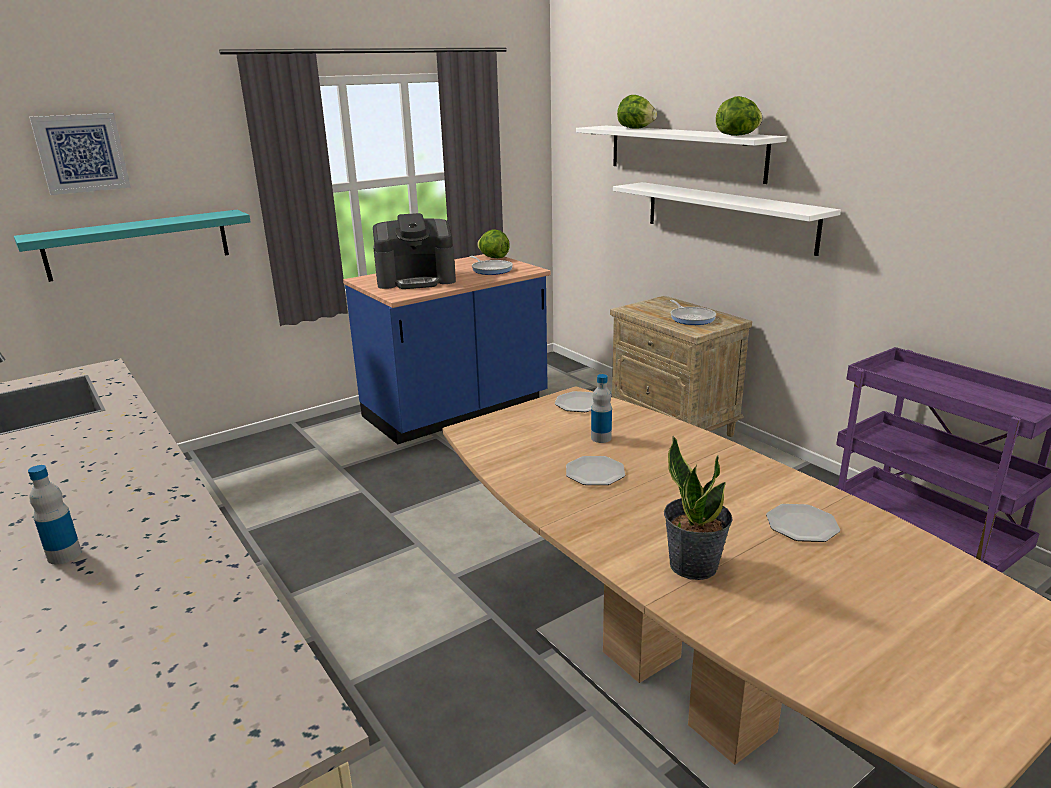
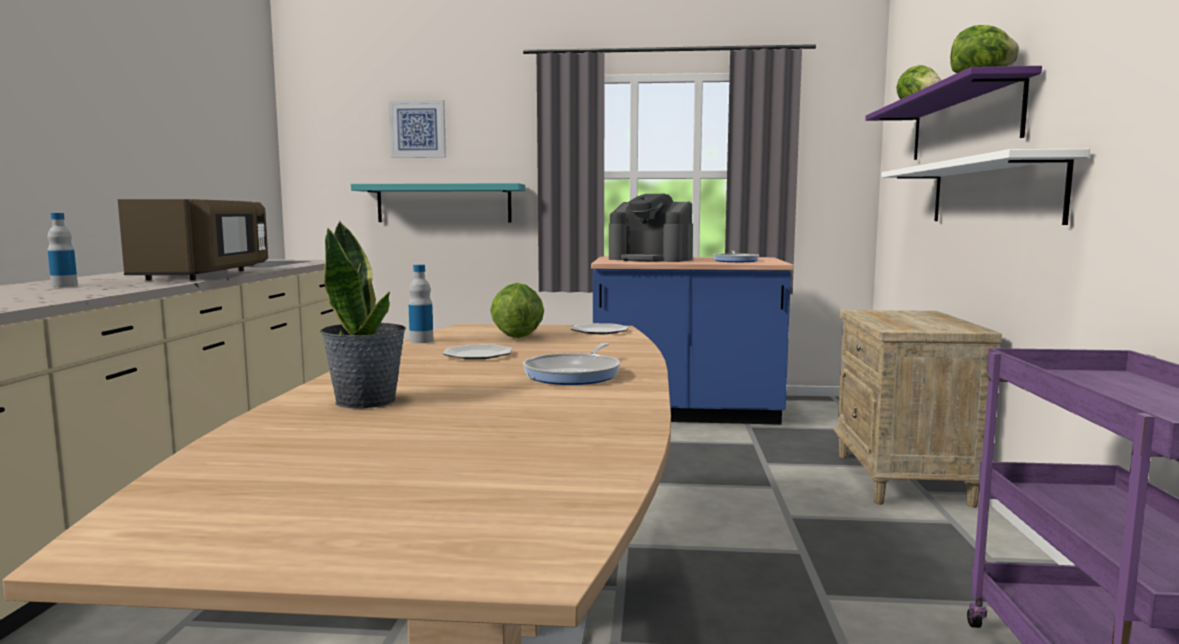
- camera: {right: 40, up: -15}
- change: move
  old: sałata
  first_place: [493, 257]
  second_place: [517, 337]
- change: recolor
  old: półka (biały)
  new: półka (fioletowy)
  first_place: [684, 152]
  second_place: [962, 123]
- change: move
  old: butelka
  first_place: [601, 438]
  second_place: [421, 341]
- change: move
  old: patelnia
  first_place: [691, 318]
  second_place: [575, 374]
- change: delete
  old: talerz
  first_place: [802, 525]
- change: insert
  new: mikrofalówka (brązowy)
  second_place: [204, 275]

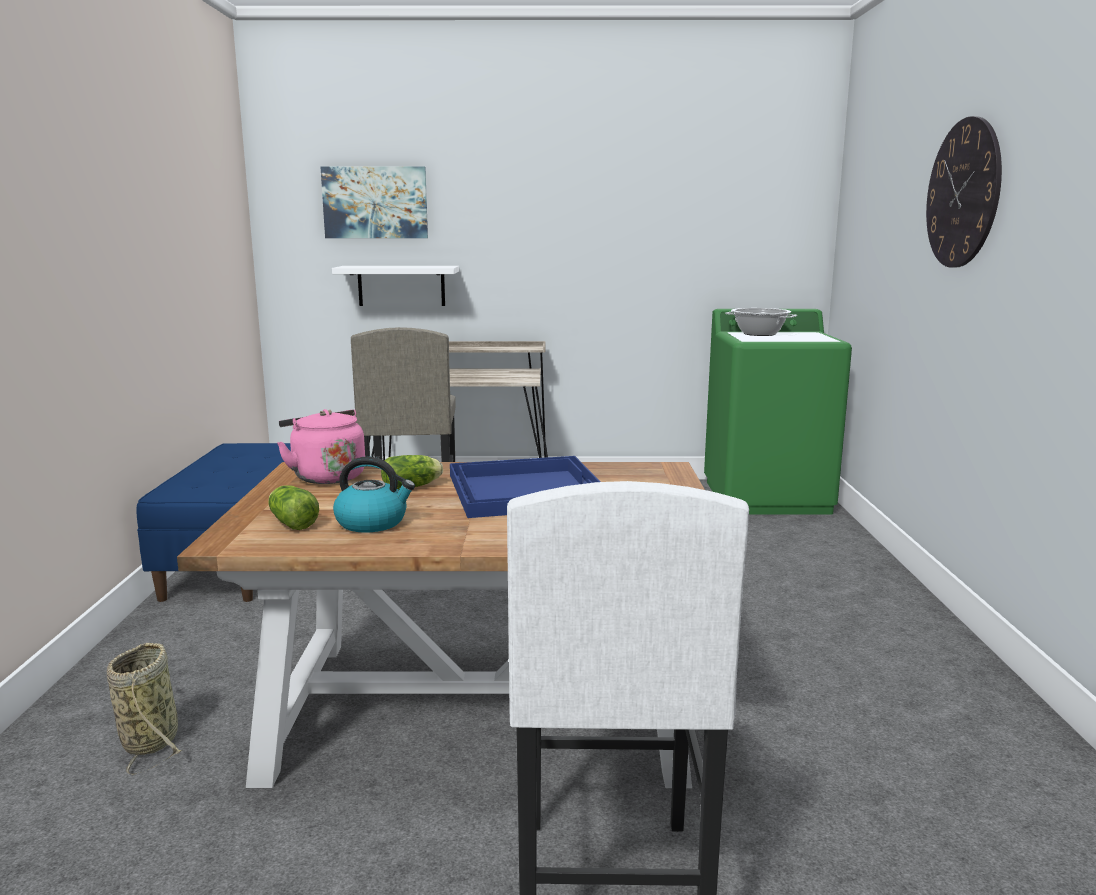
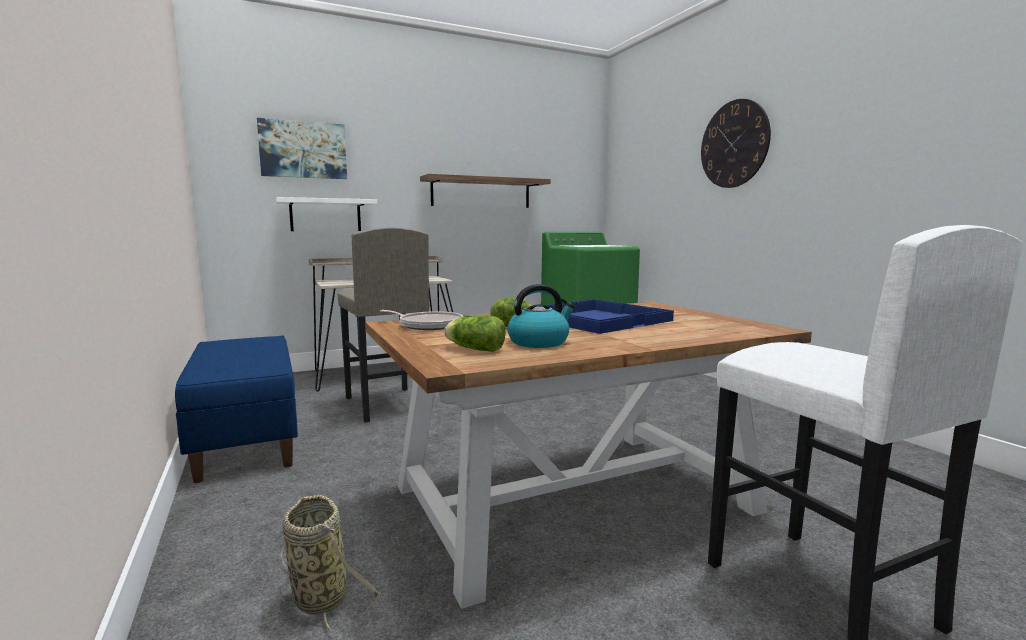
- camera: {right: -25, up: -5}
- change: replace
  old: czajnik (różowy)
  new: patelnia
  first_place: [326, 476]
  second_place: [428, 325]
- change: delete
  old: garnek
  first_place: [759, 334]
- change: insert
  new: półka
  second_place: [481, 193]

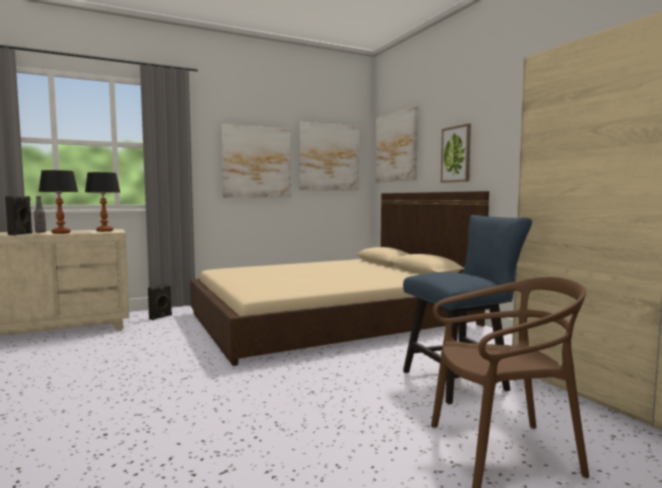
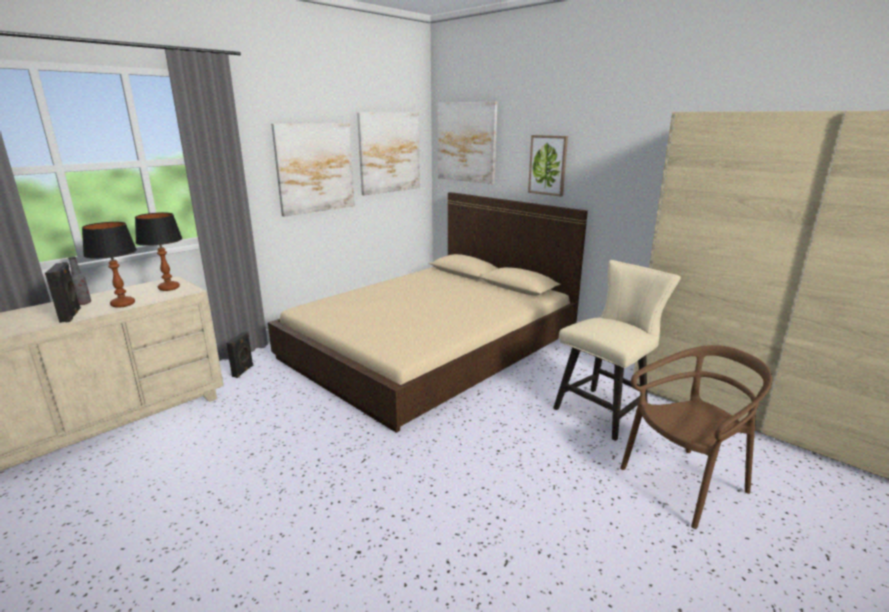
- camera: {right: -20, up: 15}
- change: recolor
  old: krzesło (niebieski)
  new: krzesło (beżowy)
  first_place: [461, 380]
  second_place: [605, 410]

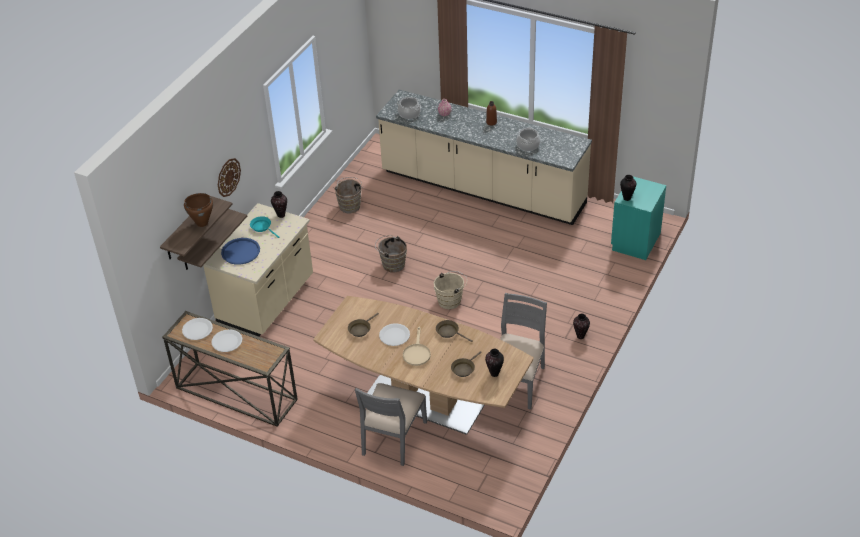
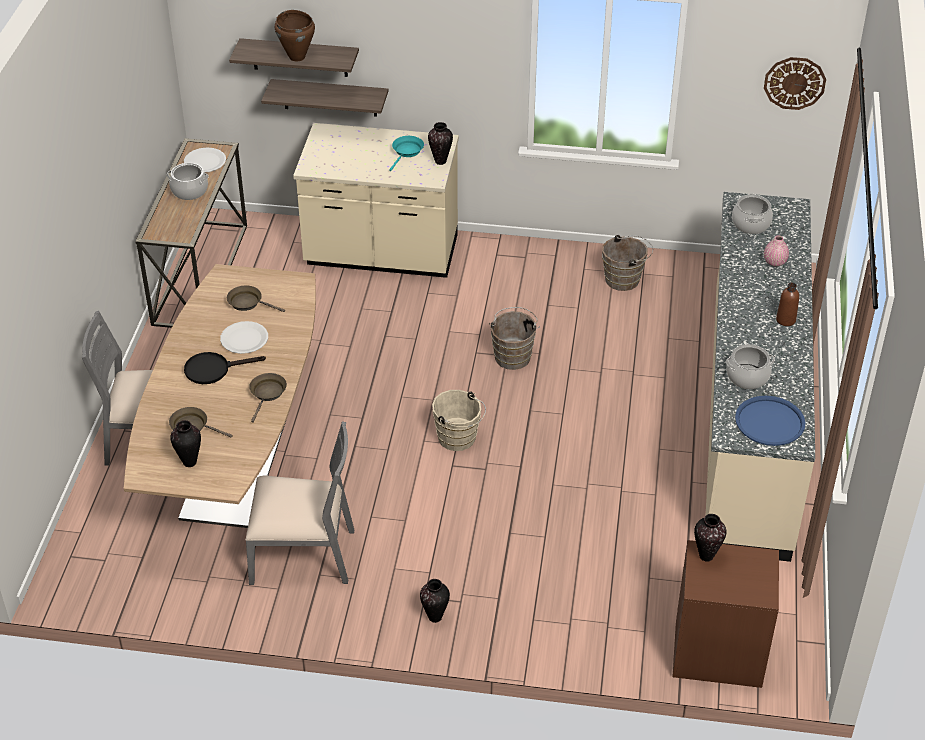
- camera: {right: 70, up: 0}
- change: replace
  old: talerz (biały)
  new: garnek
  first_place: [227, 341]
  second_place: [189, 191]
- change: move
  old: zegar ścienny
  first_place: [228, 177]
  second_place: [794, 83]
- change: move
  old: taca (niebieski)
  first_place: [241, 252]
  second_place: [769, 422]
- change: recolor
  old: patelnia (beżowy)
  new: patelnia (czarny)
  first_place: [416, 353]
  second_place: [213, 369]
- change: recolor
  old: szafka nocna (turkusowy)
  new: szafka nocna (brązowy)
  first_place: [635, 241]
  second_place: [718, 652]

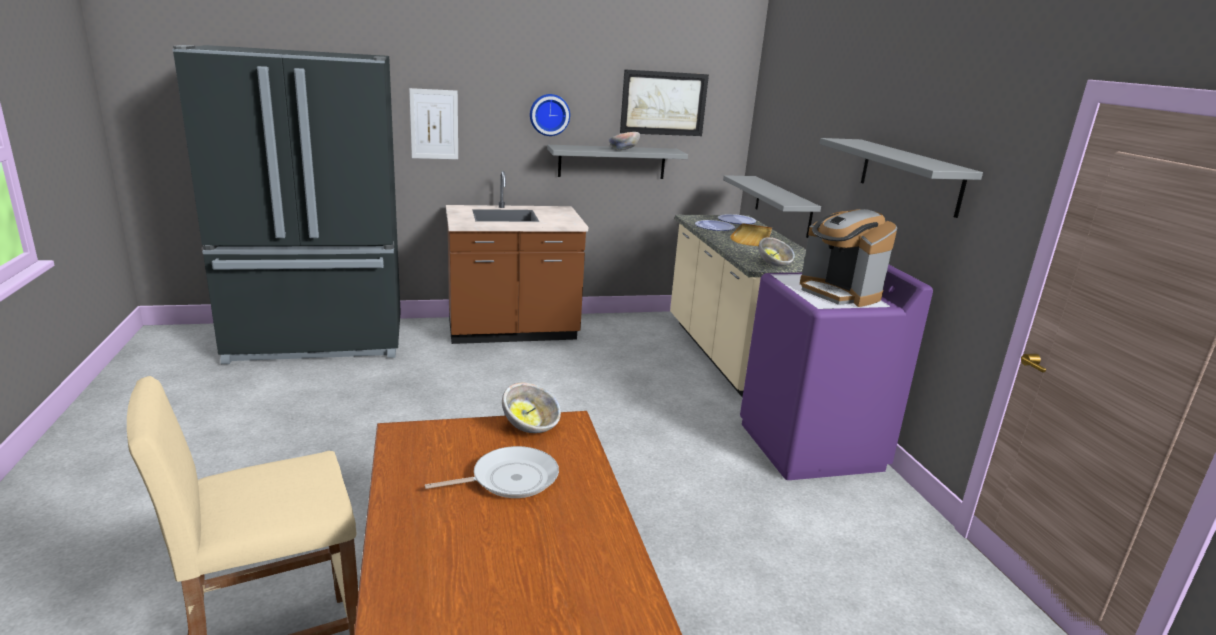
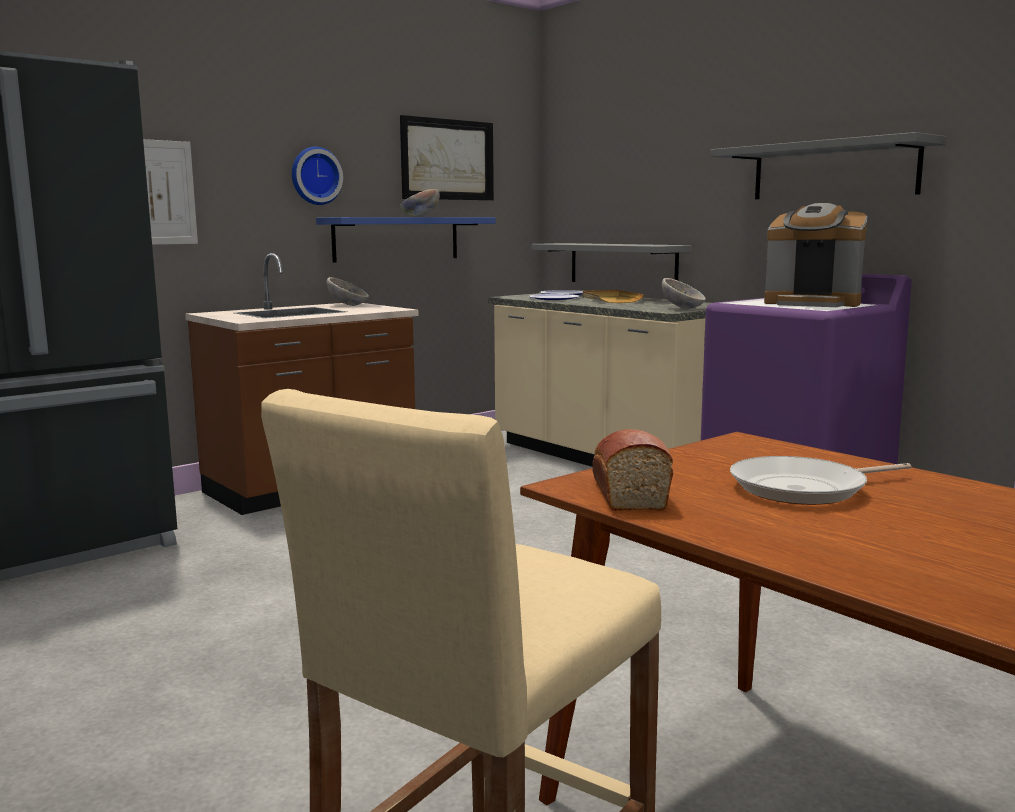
- camera: {right: -25, up: -10}
- change: rotate
  old: patelnia
  first_place: [509, 479]
  second_place: [805, 489]
  degrees: -150
- change: move
  old: miska
  first_place: [531, 427]
  second_place: [348, 305]
- change: recolor
  old: półka (szary)
  new: półka (niebieski)
  first_place: [612, 162]
  second_place: [396, 239]
- change: insert
  new: chleb
  second_place: [627, 492]

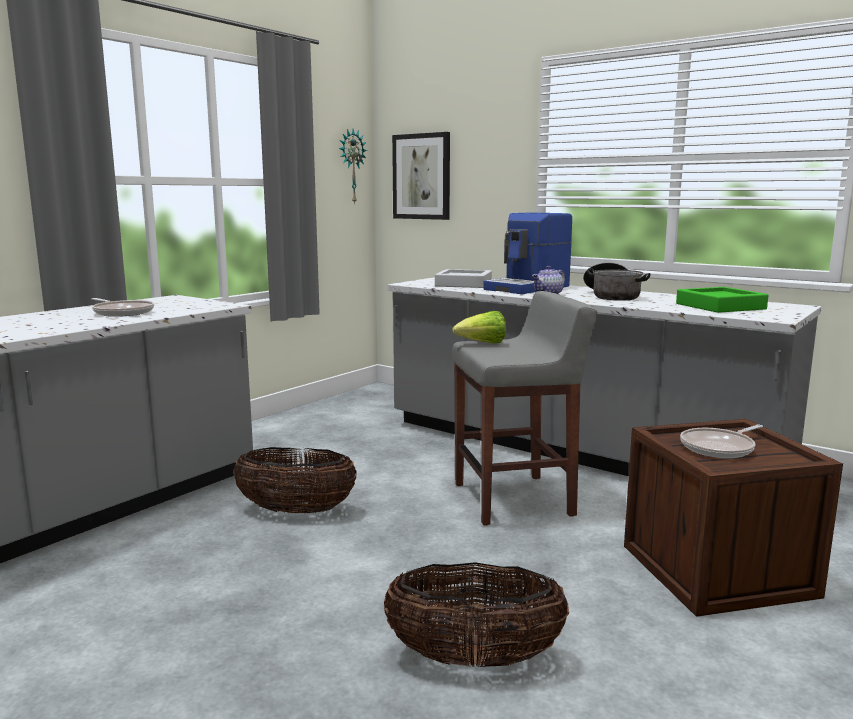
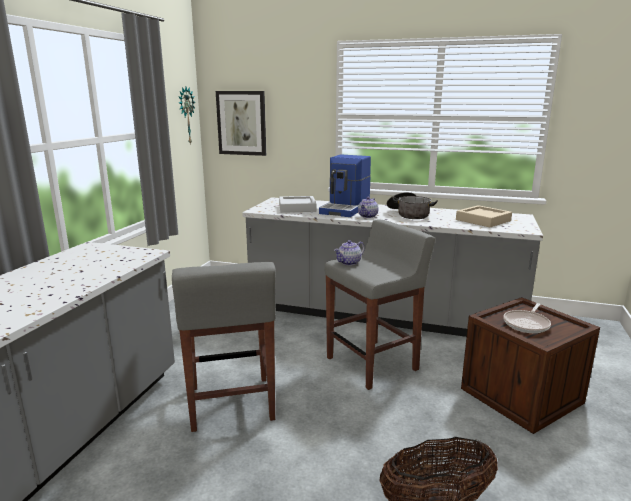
- camera: {right: -20, up: 5}
- change: delete
  old: patelnia
  first_place: [122, 312]
- change: replace
  old: koszyk
  new: stołek (szary)
  first_place: [296, 511]
  second_place: [231, 404]
- change: replace
  old: sałata
  new: imbryk
  first_place: [482, 344]
  second_place: [349, 262]
- change: recolor
  old: taca (zielony)
  new: taca (beżowy)
  first_place: [720, 306]
  second_place: [483, 220]

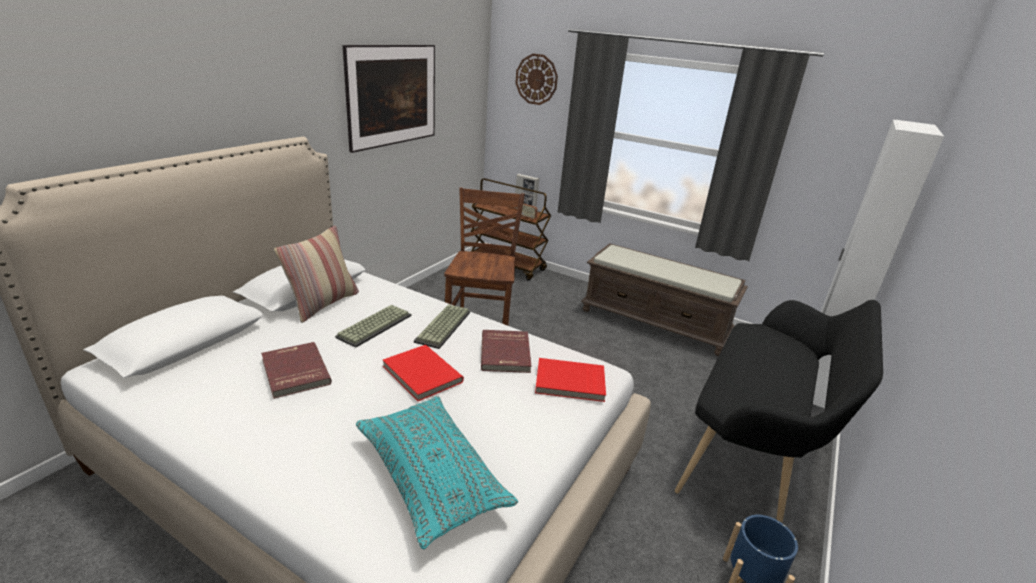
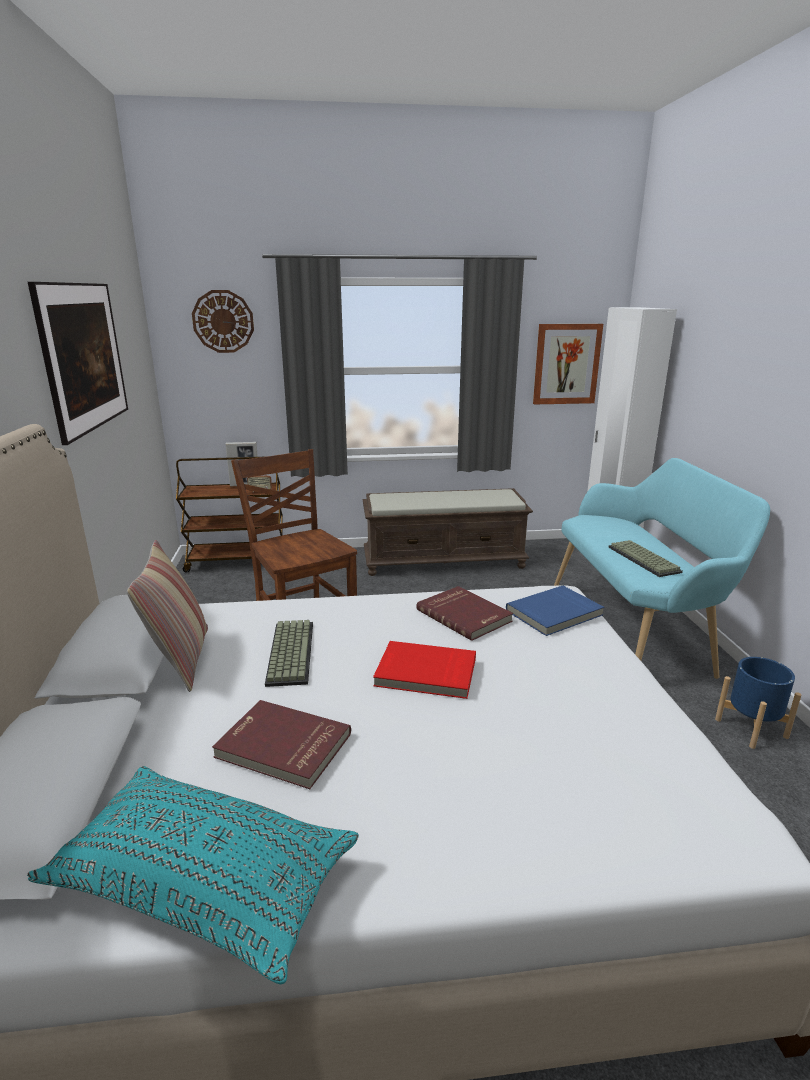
- camera: {right: -35, up: -5}
- change: move
  old: poduszka (turkusowy)
  first_place: [431, 477]
  second_place: [203, 883]
- change: move
  old: klawiatura
  first_place: [444, 327]
  second_place: [645, 559]
- change: recolor
  old: książka (czerwony)
  new: książka (niebieski)
  first_place: [570, 382]
  second_place: [555, 613]
- change: recolor
  old: ławka (czarny)
  new: ławka (turkusowy)
  first_place: [754, 452]
  second_place: [635, 630]
- change: insert
  new: obraz
  second_place: [566, 364]

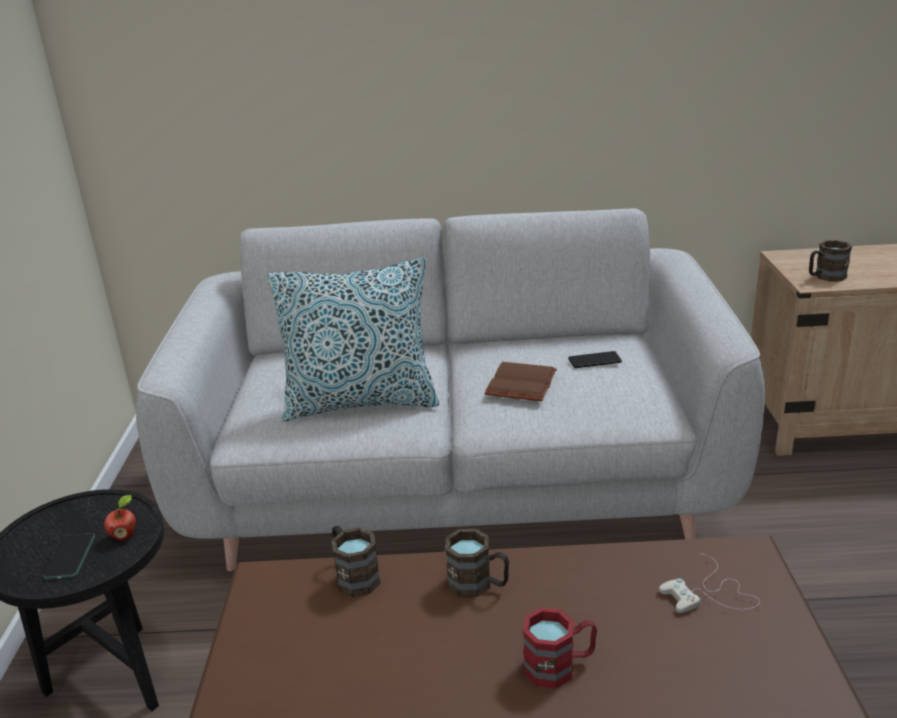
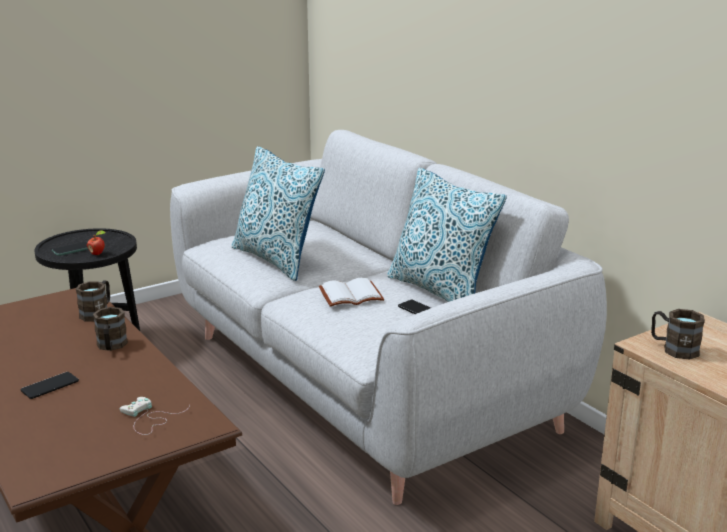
- camera: {right: 55, up: -5}
- change: recolor
  old: książka (brązowy)
  new: książka (biały)
  first_place: [519, 383]
  second_place: [351, 294]
- change: replace
  old: kubek (czerwony)
  new: telefon
  first_place: [559, 666]
  second_place: [50, 386]
- change: insert
  new: poduszka
  second_place: [440, 292]

